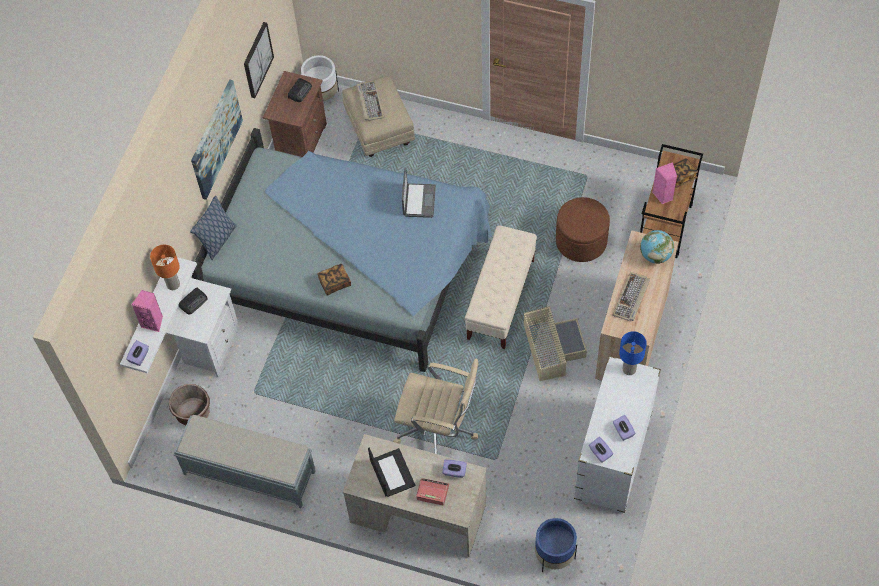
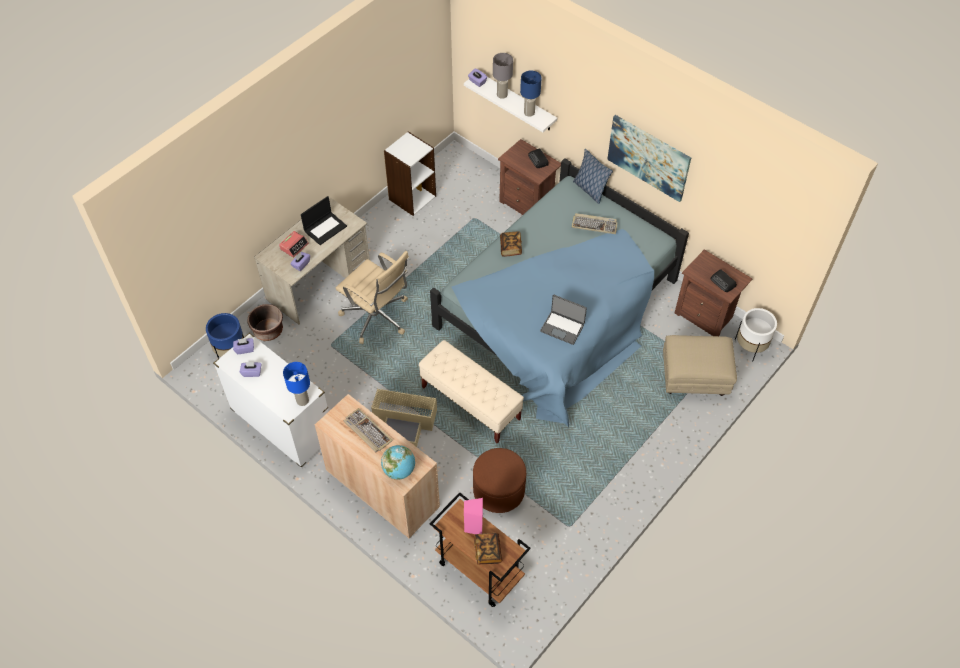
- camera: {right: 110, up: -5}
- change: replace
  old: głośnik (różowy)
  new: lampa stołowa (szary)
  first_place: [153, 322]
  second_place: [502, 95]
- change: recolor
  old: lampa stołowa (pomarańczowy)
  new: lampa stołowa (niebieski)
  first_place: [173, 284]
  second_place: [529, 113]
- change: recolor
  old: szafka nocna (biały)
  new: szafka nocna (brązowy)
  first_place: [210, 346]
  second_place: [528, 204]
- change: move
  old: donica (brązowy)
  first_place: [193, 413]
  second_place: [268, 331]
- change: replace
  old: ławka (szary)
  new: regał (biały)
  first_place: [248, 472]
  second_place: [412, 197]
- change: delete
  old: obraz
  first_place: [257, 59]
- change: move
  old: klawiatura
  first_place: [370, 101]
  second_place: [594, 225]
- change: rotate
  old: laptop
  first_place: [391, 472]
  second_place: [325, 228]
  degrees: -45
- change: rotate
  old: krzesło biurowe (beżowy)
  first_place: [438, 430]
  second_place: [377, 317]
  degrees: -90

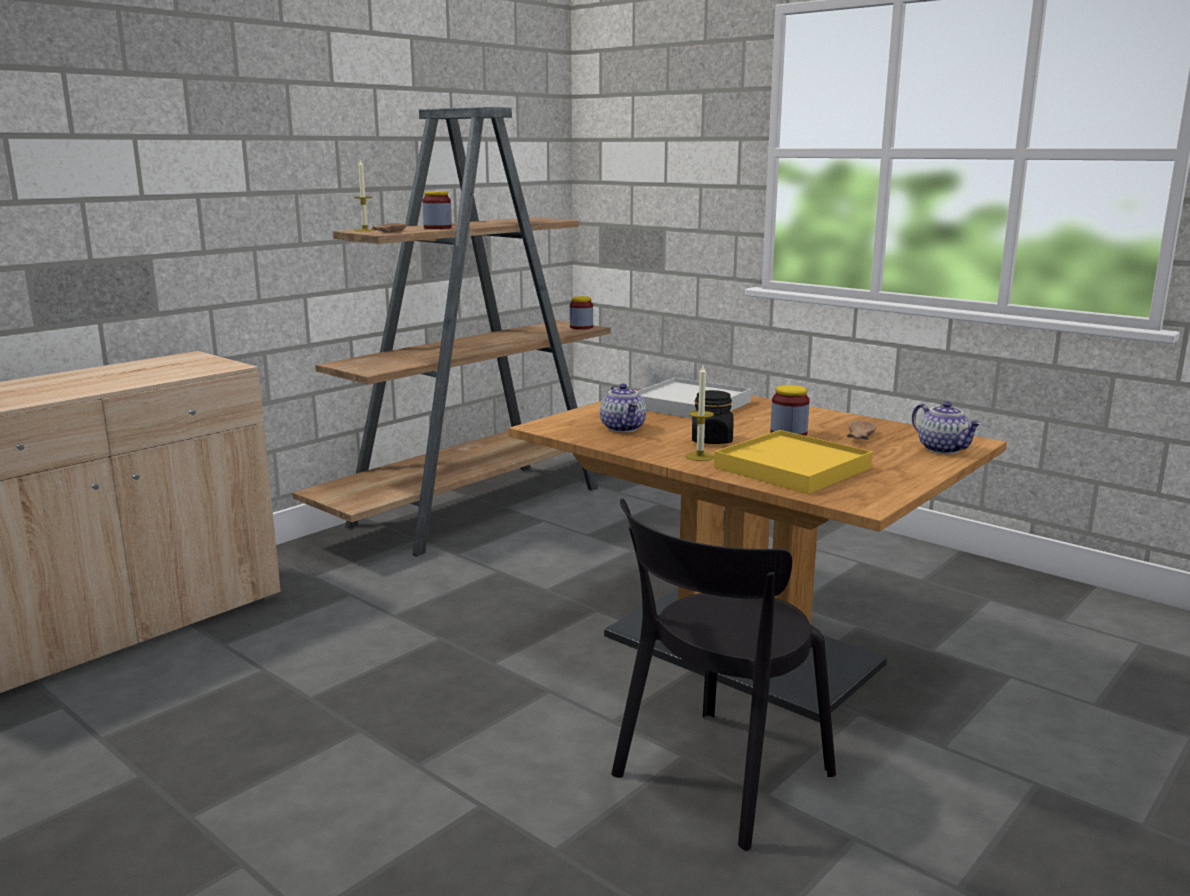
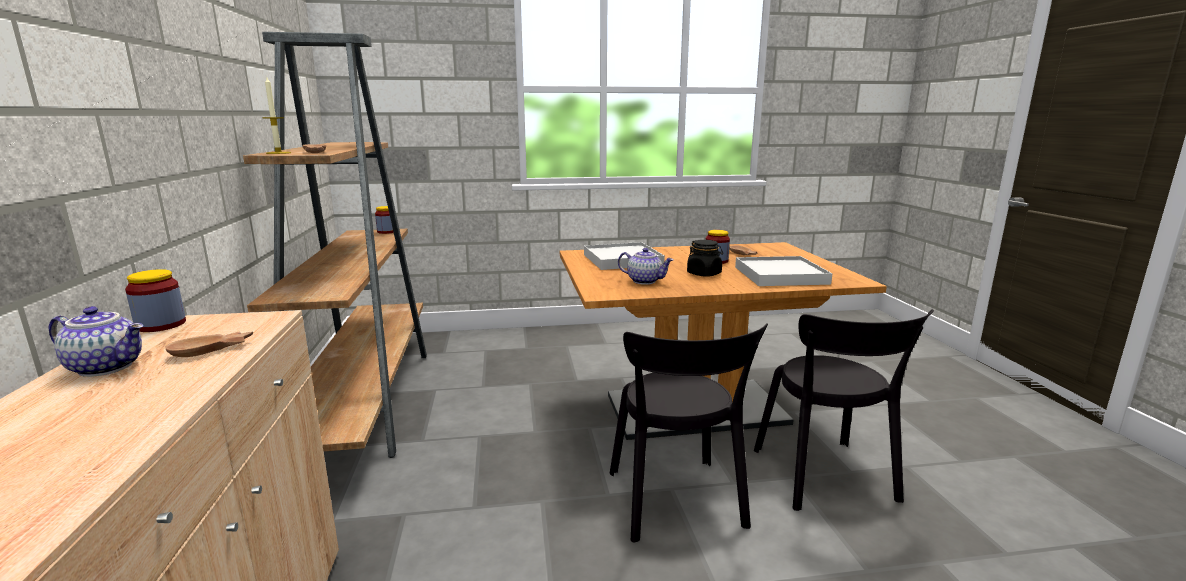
- camera: {right: -50, up: 0}
- change: move
  old: słoik
  first_place: [437, 228]
  second_place: [161, 325]
- change: delete
  old: świeca
  first_place: [700, 456]
- change: recolor
  old: taca (żółty)
  new: taca (biały)
  first_place: [792, 467]
  second_place: [780, 275]
- change: move
  old: imbryk
  first_place: [943, 449]
  second_place: [108, 367]
- change: insert
  new: miska (brązowy)
  second_place: [212, 350]
- change: insert
  new: krzesło (czarny)
  second_place: [676, 503]

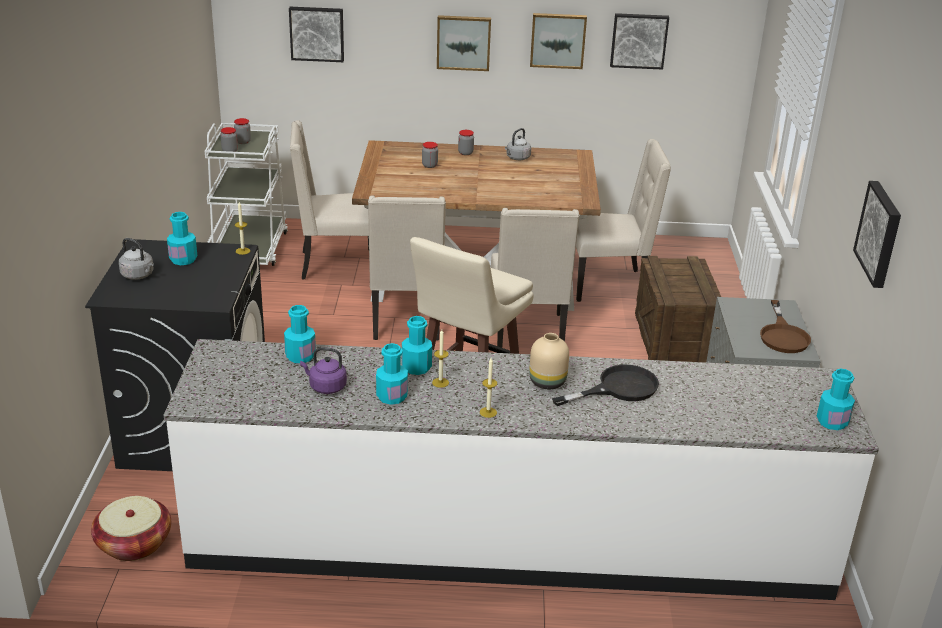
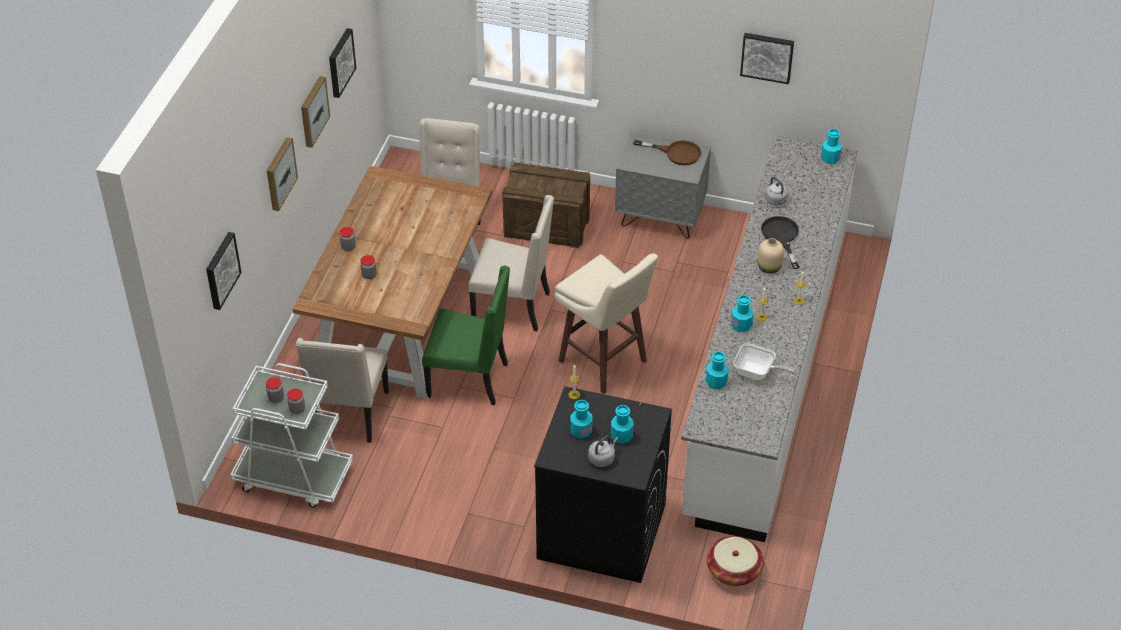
- camera: {right: -75, up: 15}
- change: replace
  old: czajnik (fioletowy)
  new: patelnia
  first_place: [325, 387]
  second_place: [757, 373]
- change: recolor
  old: krzesło (beżowy)
  new: krzesło (zielony)
  first_place: [406, 321]
  second_place: [470, 379]
- change: move
  old: butelka (turkusowy)
  first_place: [392, 396]
  second_place: [621, 436]
- change: move
  old: czajnik (szary)
  first_place: [517, 158]
  second_place: [776, 201]

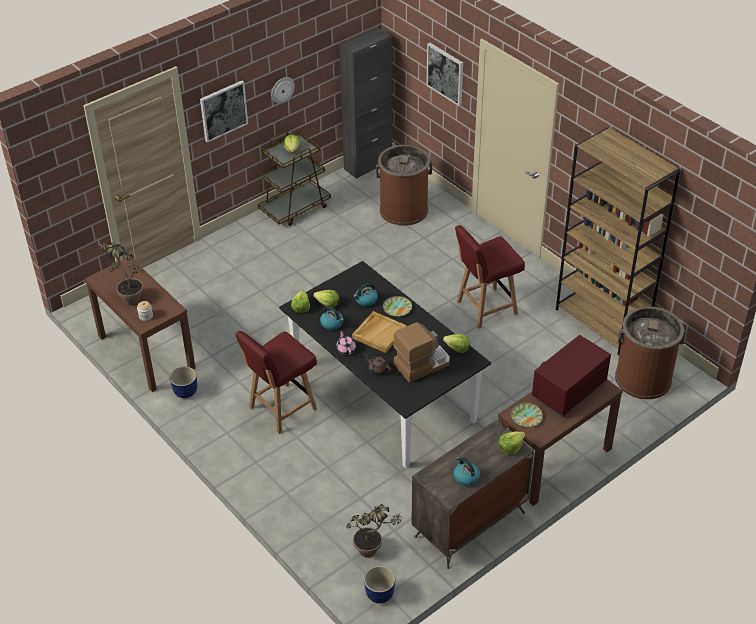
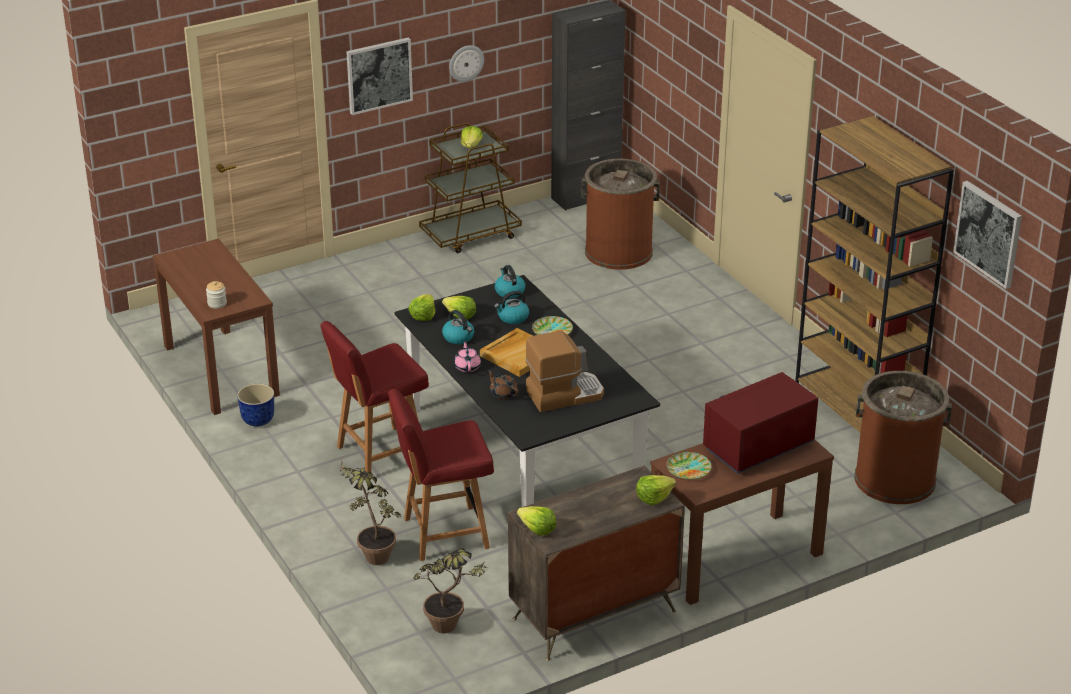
- camera: {right: 10, up: -10}
- change: move
  old: roślina doniczkowa
  first_place: [127, 297]
  second_place: [372, 553]
- change: delete
  old: donica
  first_place: [380, 595]
- change: move
  old: obraz
  first_place: [445, 73]
  second_place: [989, 233]
- change: move
  old: sałata
  first_place: [457, 348]
  second_place: [537, 529]
- change: move
  old: czajnik
  first_place: [466, 477]
  second_place: [509, 291]
- change: move
  old: krzesło (czerwony)
  first_place: [485, 308]
  second_place: [443, 533]

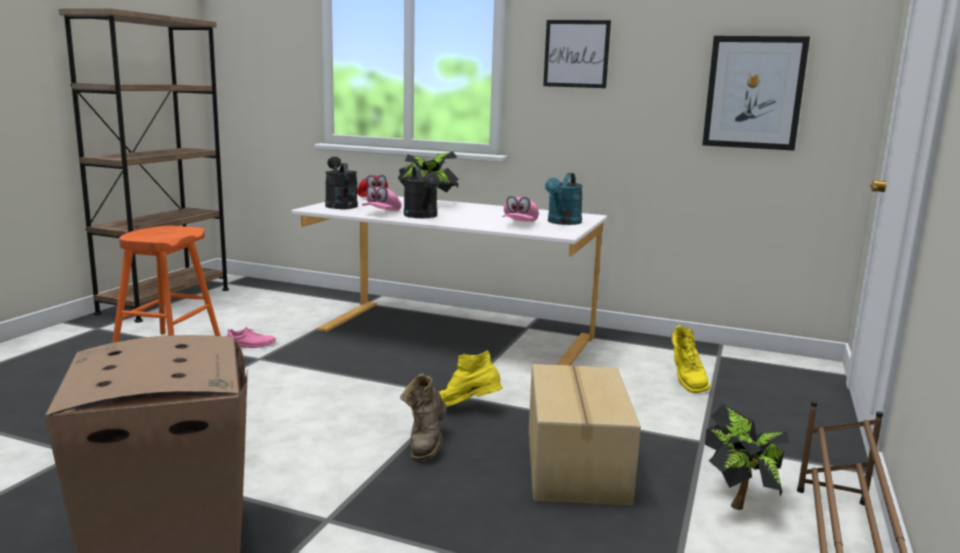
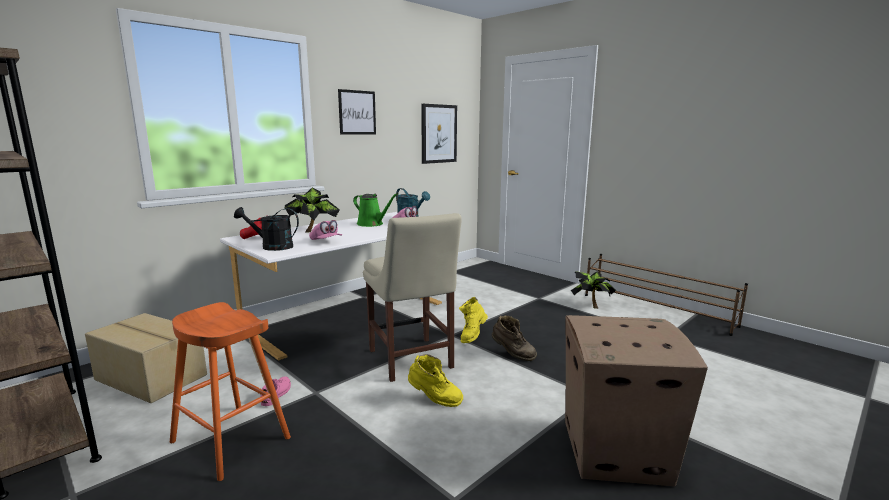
- camera: {right: -65, up: 0}
- change: delete
  old: konewka (czarny)
  first_place: [422, 216]
- change: move
  old: karton
  first_place: [574, 465]
  second_place: [150, 378]
- change: move
  old: but z cholewką (żółty)
  first_place: [686, 382]
  second_place: [434, 399]
- change: insert
  new: konewka (zielony)
  second_place: [372, 224]
- change: insert
  new: krzesło (beżowy)
  second_place: [411, 361]

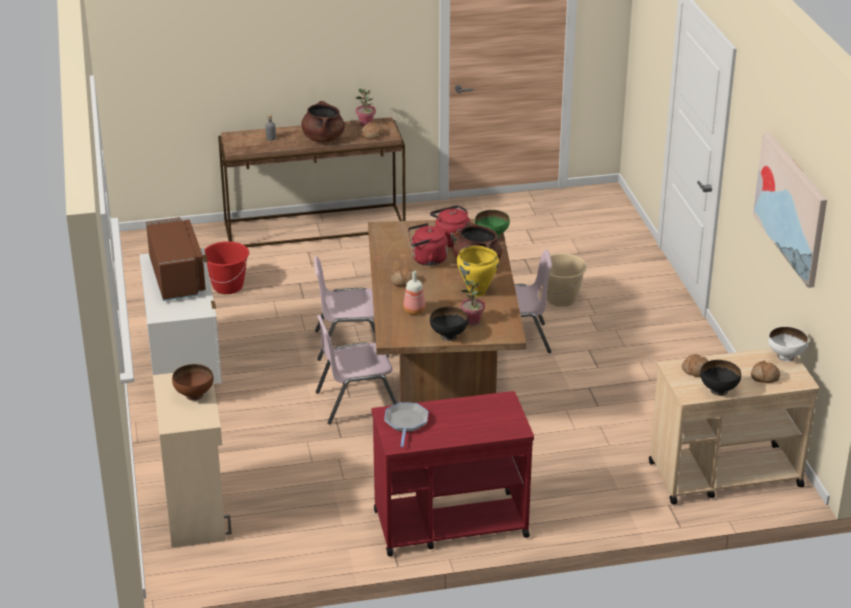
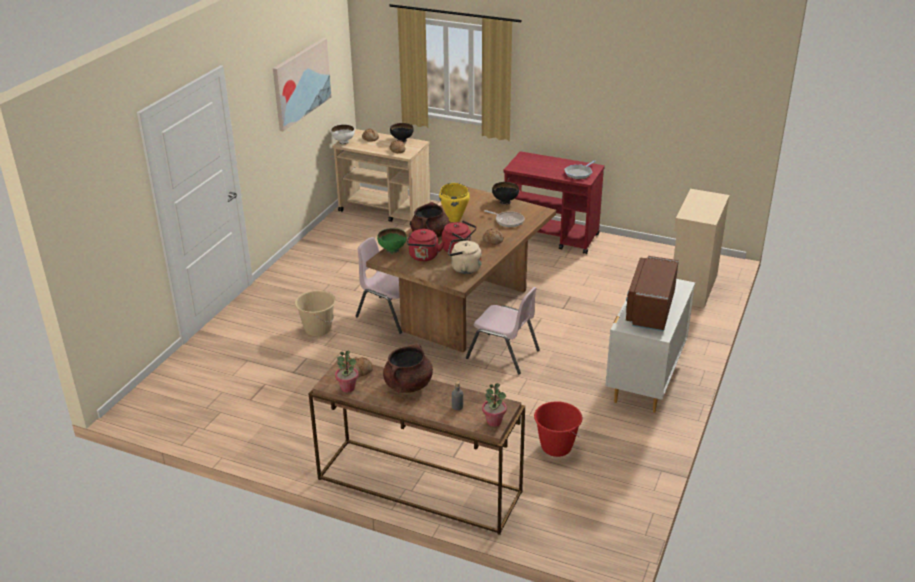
- camera: {right: -145, up: 0}
- change: delete
  old: miska (brązowy)
  first_place: [194, 395]
- change: delete
  old: krzesło (różowy)
  first_place: [357, 402]
- change: replace
  old: butelka
  new: patelnia
  first_place: [415, 311]
  second_place: [508, 221]
- change: move
  old: roślina doniczkowa
  first_place: [472, 321]
  second_place: [494, 421]
- change: insert
  new: czajnik (beżowy)
  second_place: [464, 268]

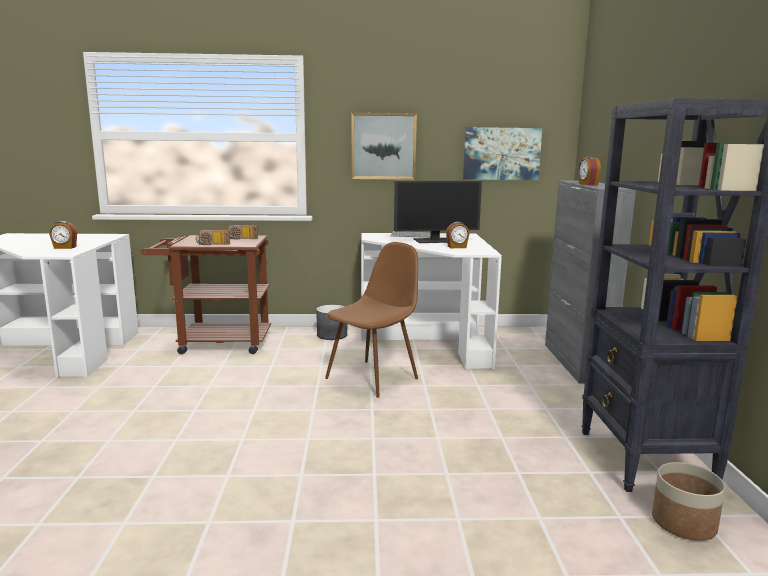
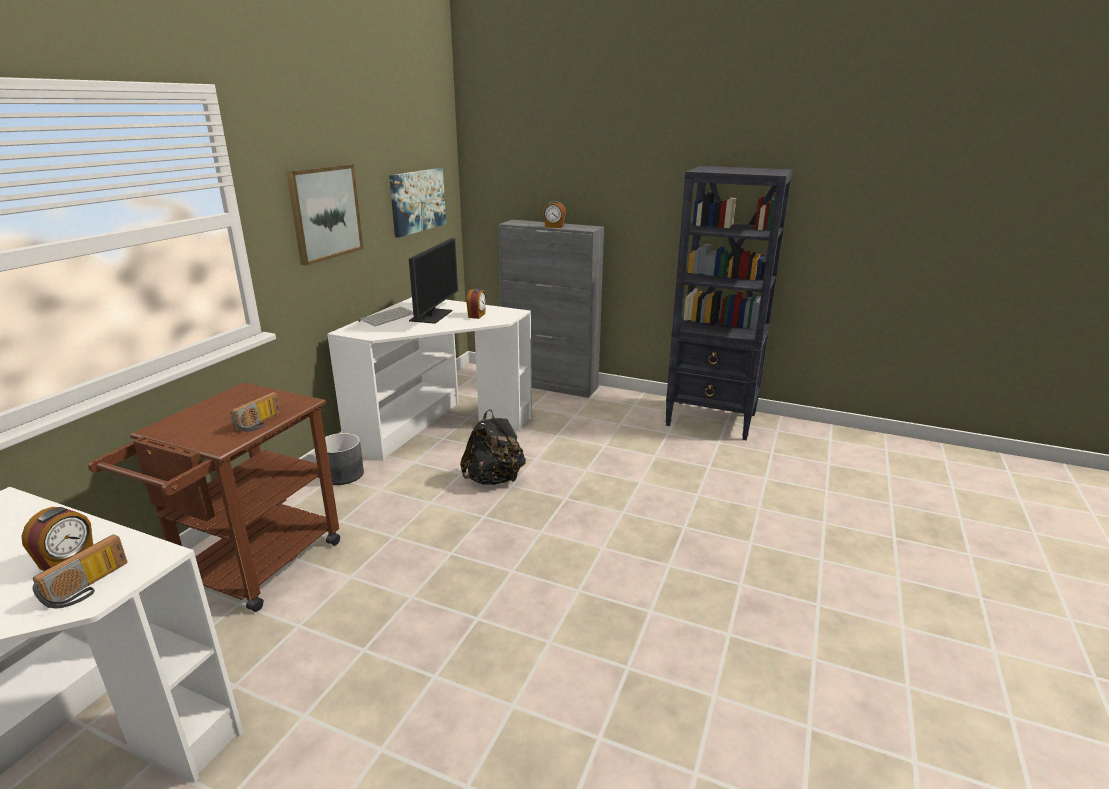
- camera: {right: -65, up: 10}
- change: move
  old: radio
  first_place: [241, 238]
  second_place: [89, 587]
- change: replace
  old: krzesło (brązowy)
  new: plecak (czarny)
  first_place: [373, 377]
  second_place: [494, 479]
- change: delete
  old: donica
  first_place: [684, 523]

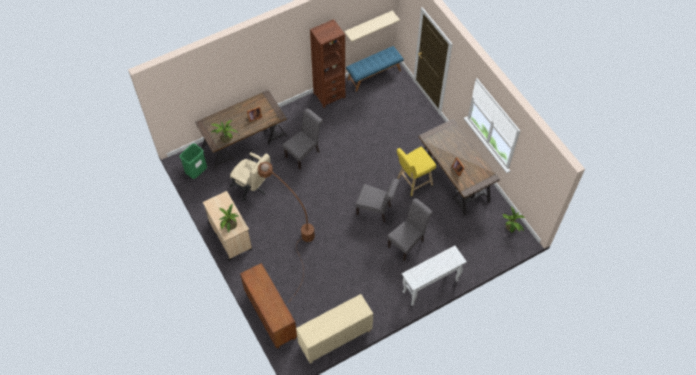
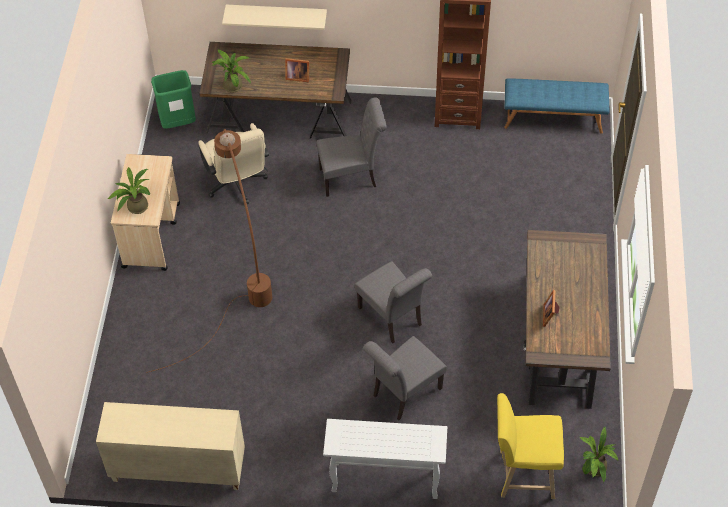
- camera: {right: 35, up: -5}
- change: delete
  old: szafka (brązowy)
  first_place: [270, 316]
- change: move
  old: półka (beżowy)
  first_place: [368, 25]
  second_place: [276, 15]
- change: rotate
  old: krzesło (szary)
  first_place: [408, 243]
  second_place: [403, 394]
  degrees: 150
- change: move
  old: stołek (żółty)
  first_place: [413, 182]
  second_place: [522, 474]

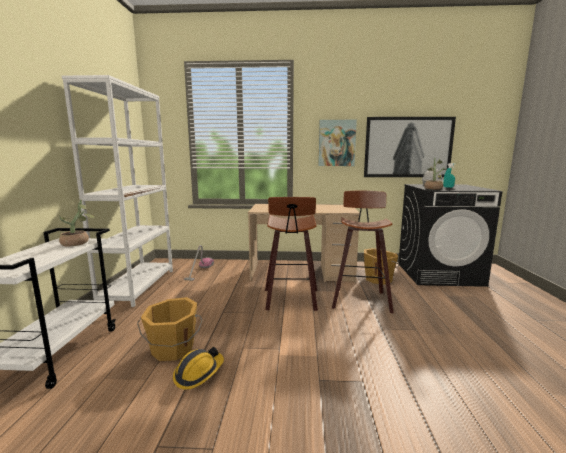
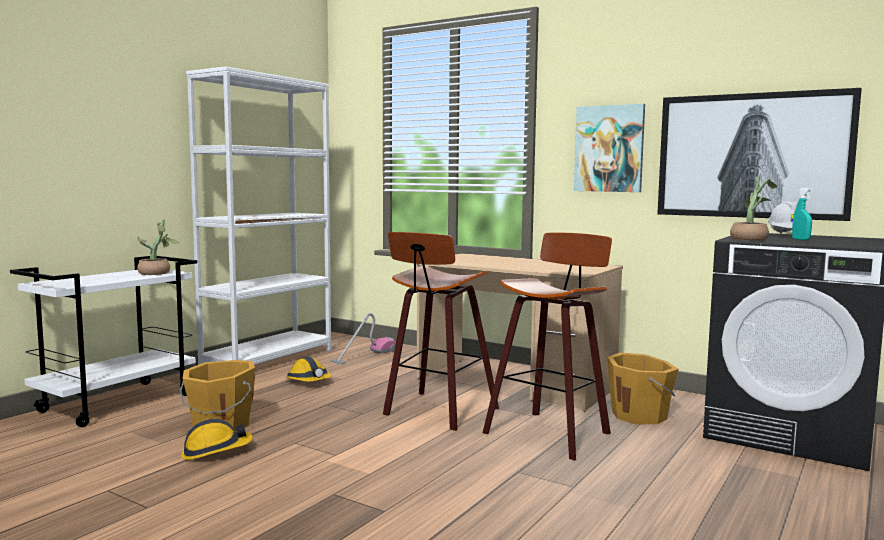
- camera: {right: 30, up: -5}
- change: insert
  new: kask
  second_place: [309, 381]

